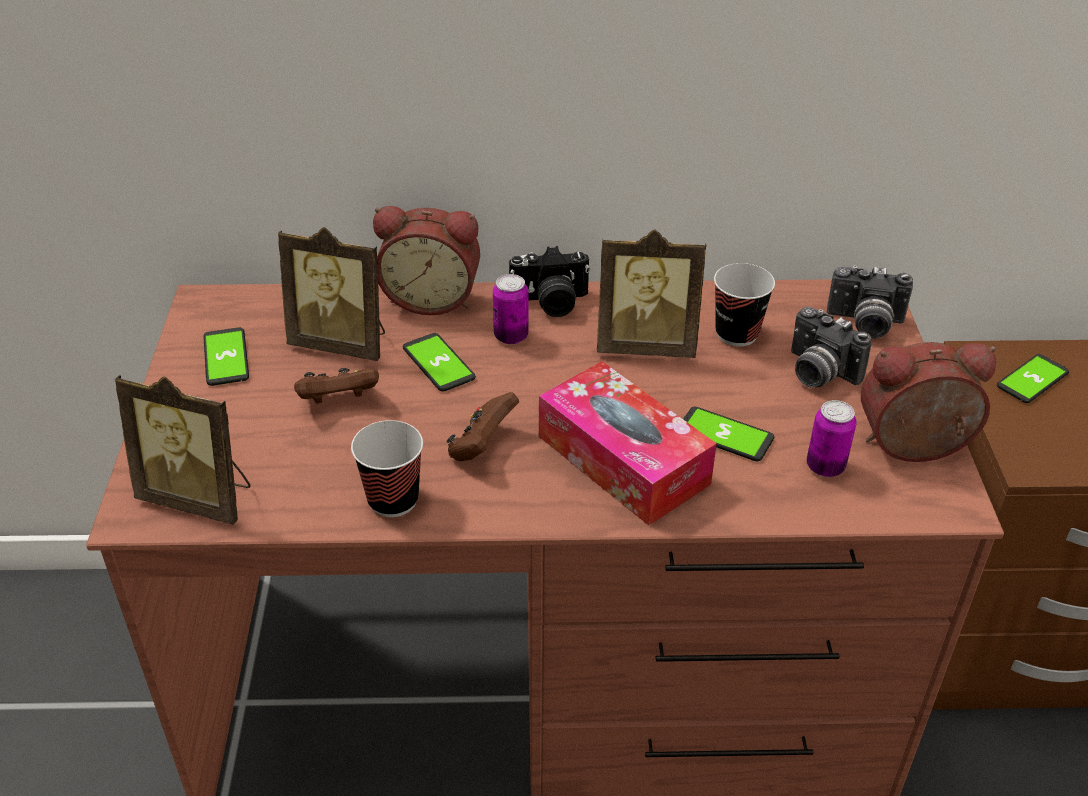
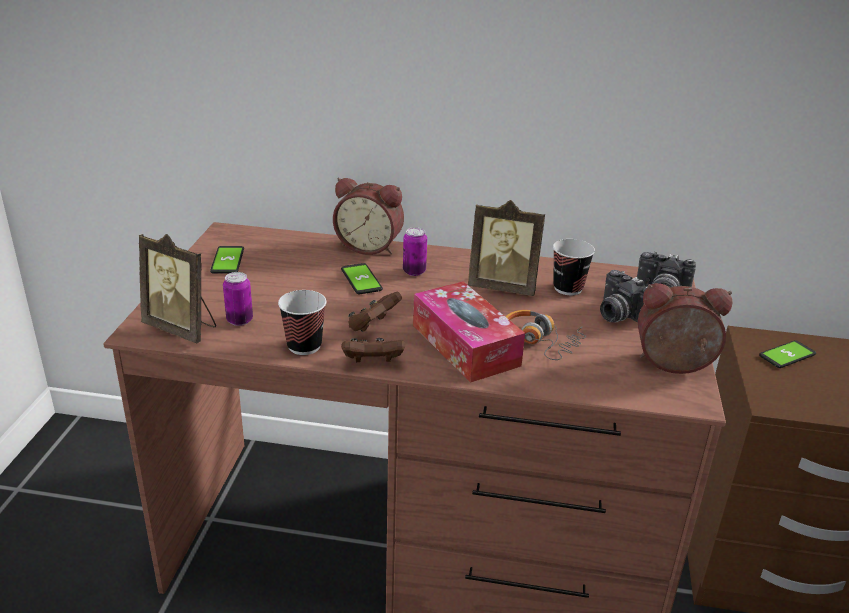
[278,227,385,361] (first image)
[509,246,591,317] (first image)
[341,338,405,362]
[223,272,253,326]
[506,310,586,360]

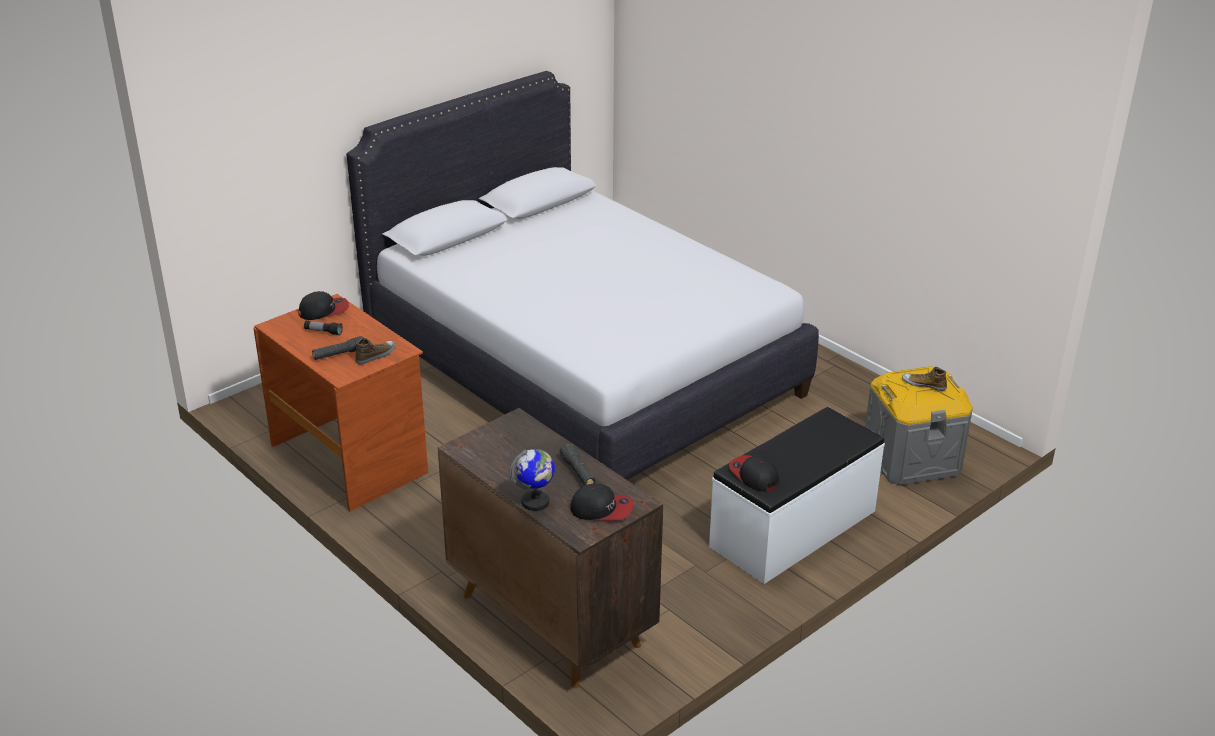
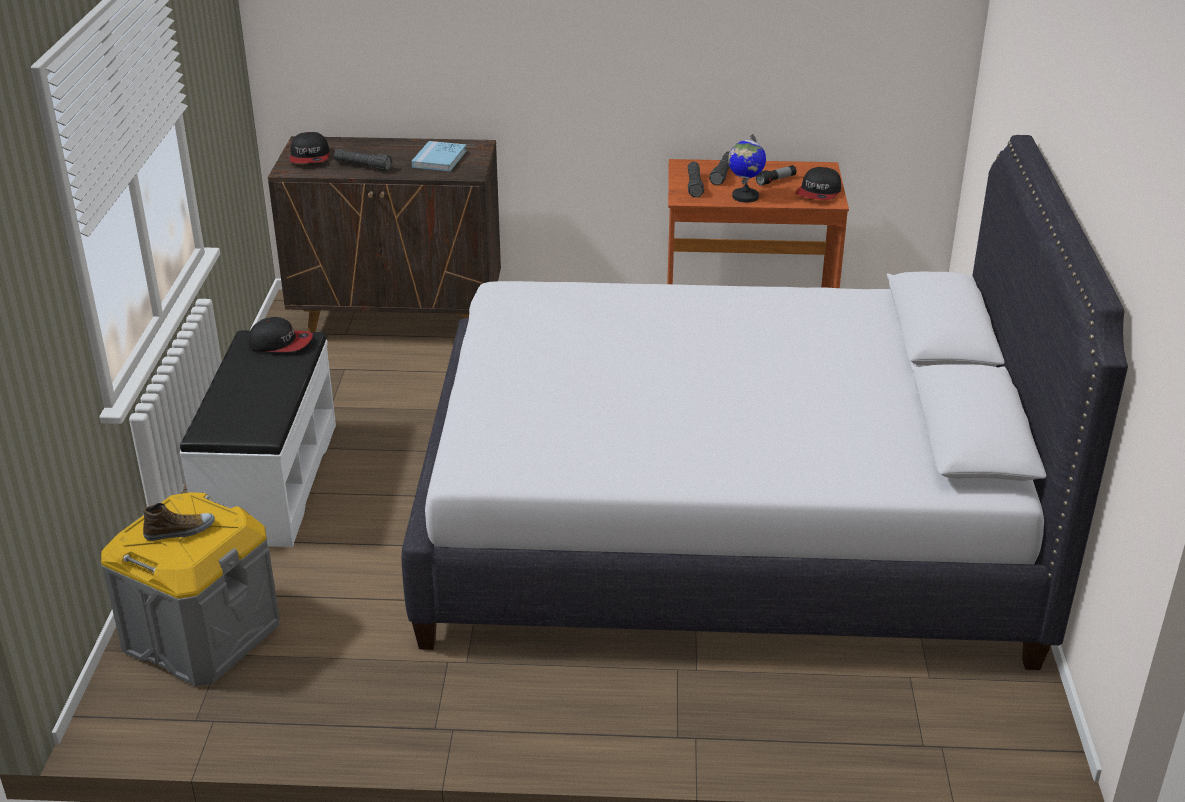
[688,162,704,197]
[728,134,766,203]
[289,132,330,163]
[412,141,467,172]

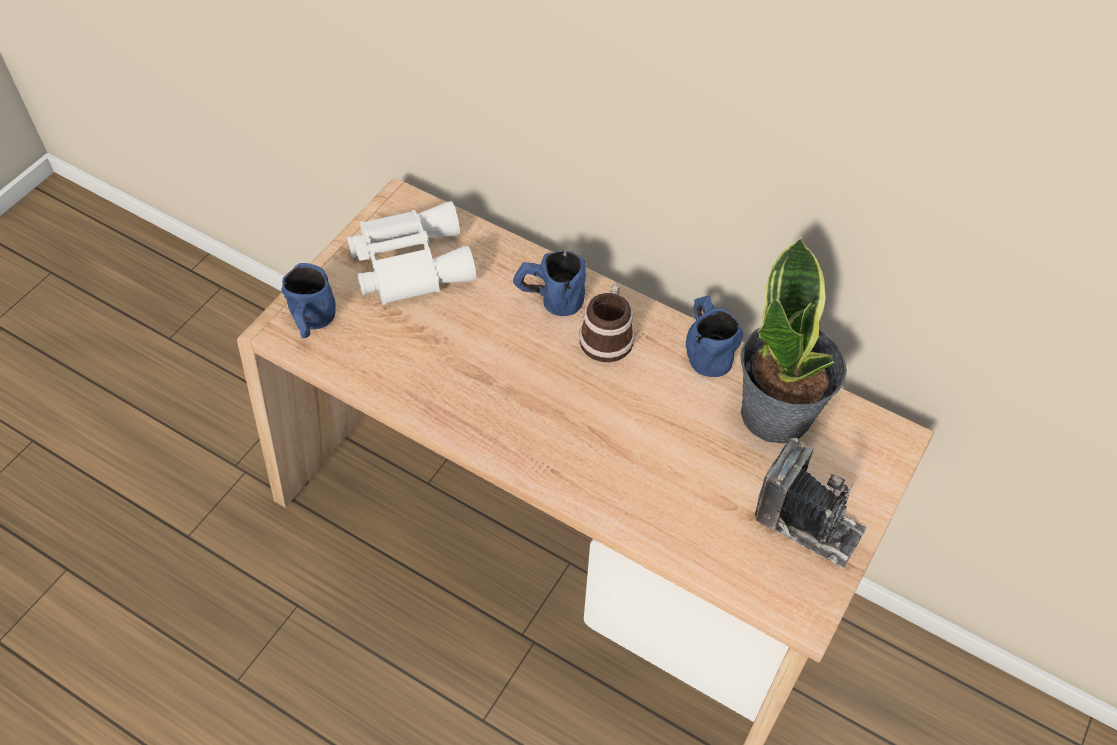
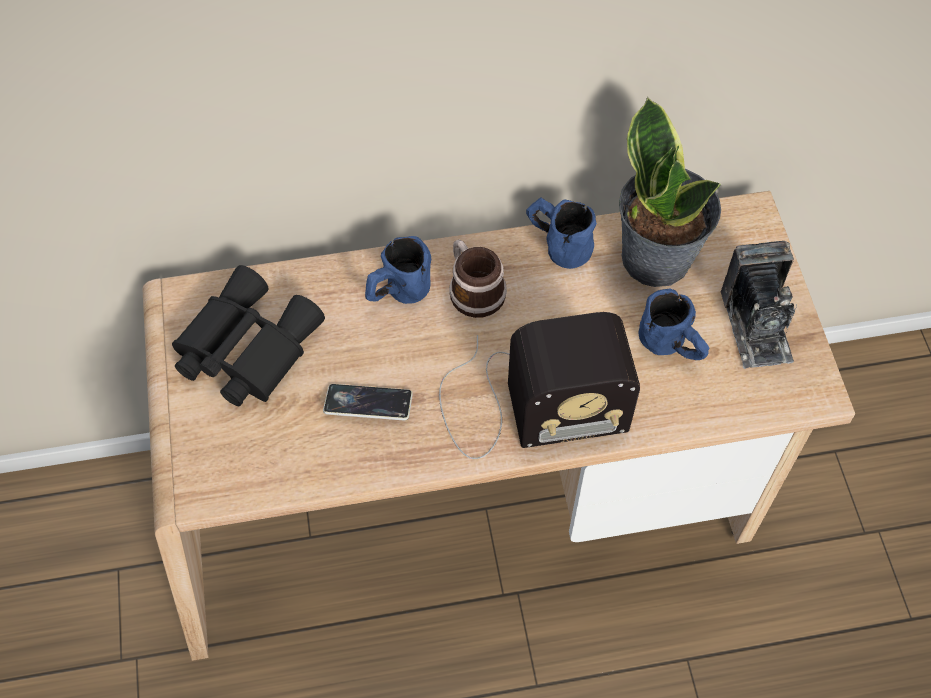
[172,265,325,406]
[639,289,710,360]
[721,241,797,369]
[439,312,640,459]
[323,384,413,420]

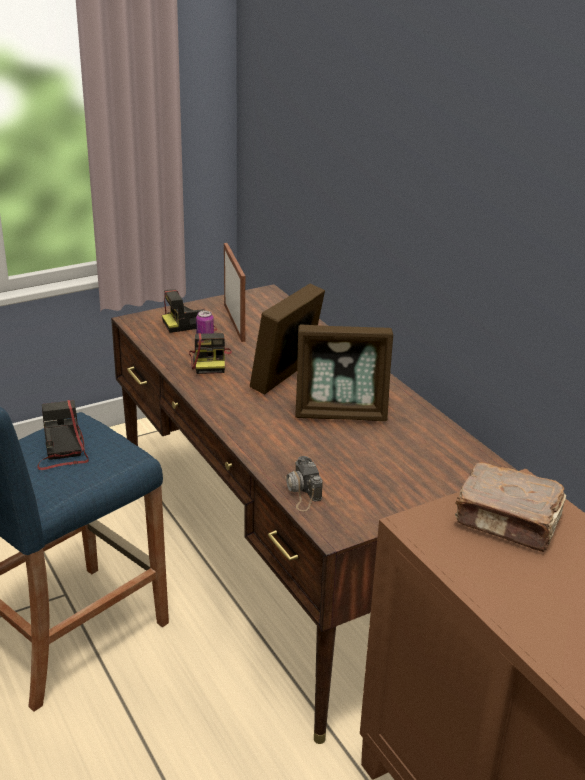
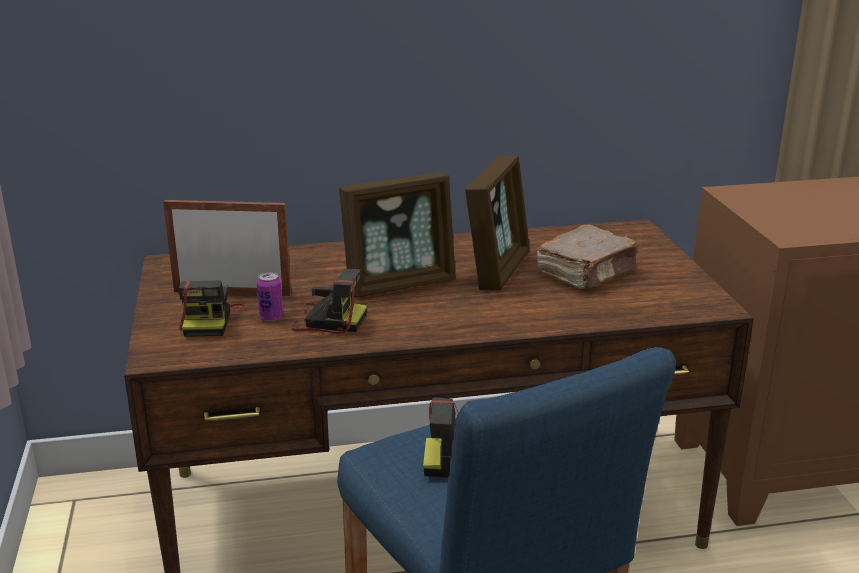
[339,172,456,298]
[286,456,323,511] (first image)
[536,225,637,289]

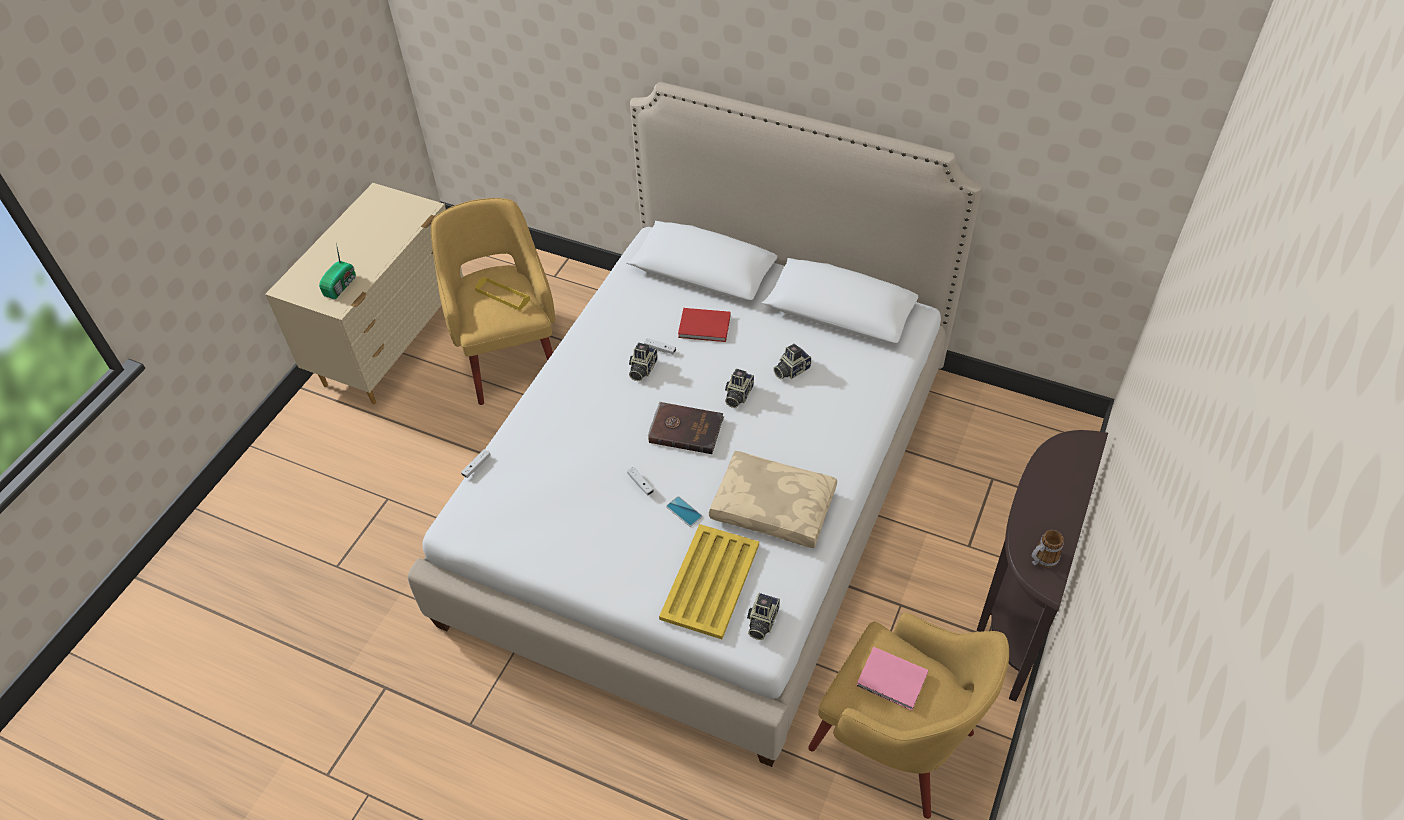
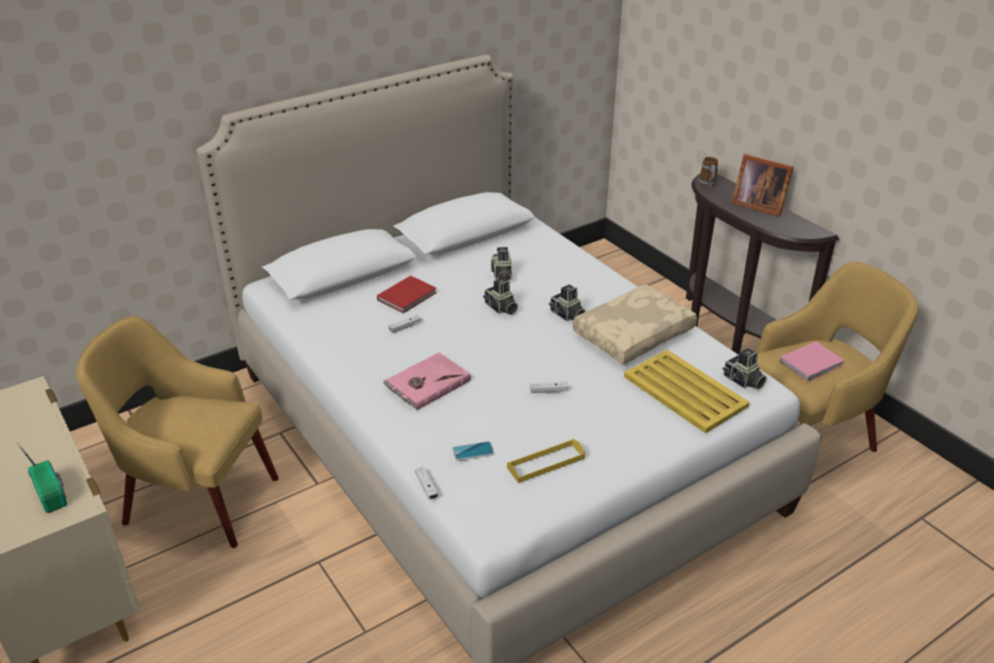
[507,439,585,483]
[549,285,586,321]
[648,402,724,454] (first image)
[452,441,494,461]
[699,157,718,187]
[731,154,794,217]
[383,352,471,410]

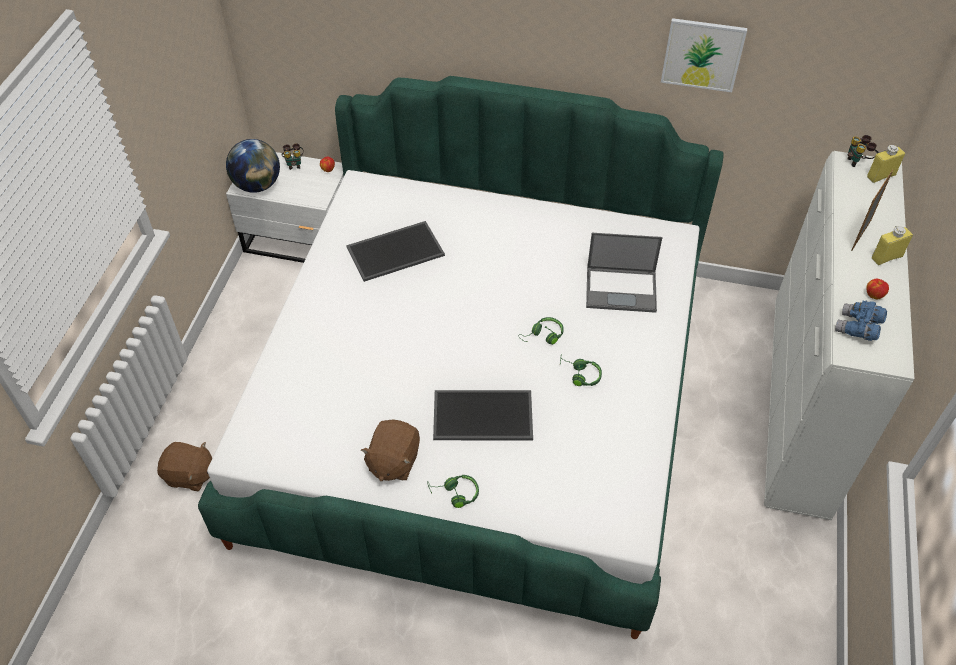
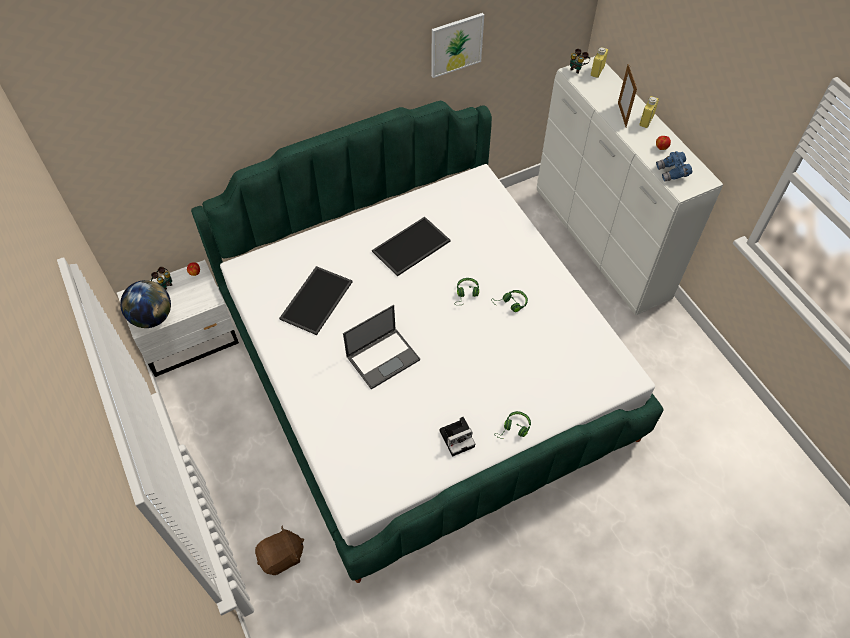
[343,305,420,389]
[372,217,451,277]
[440,417,475,456]

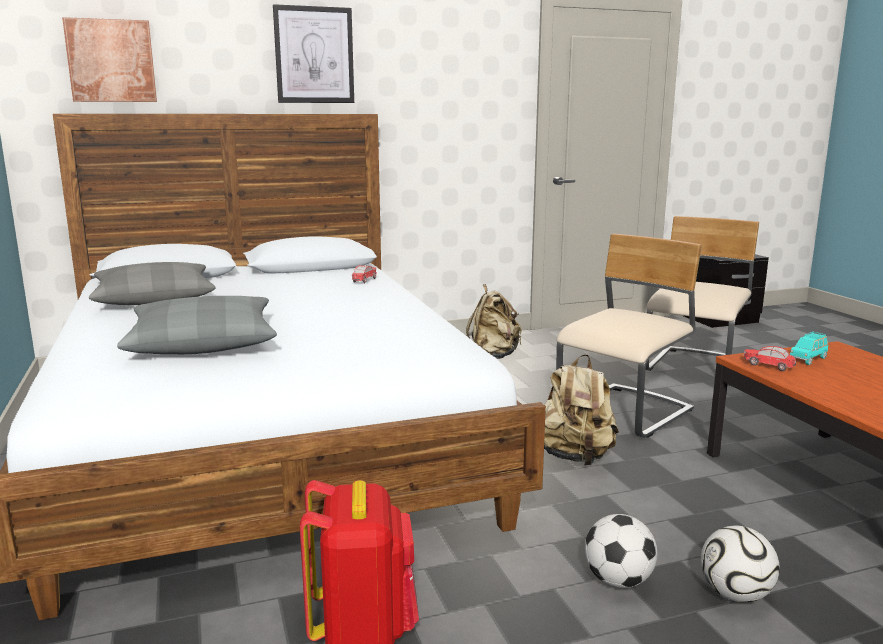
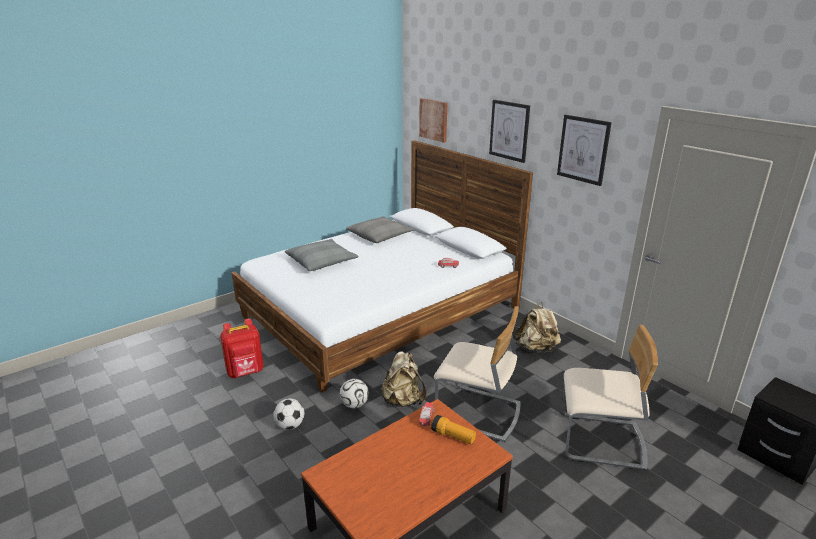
[431,415,476,444]
[340,379,369,408]
[557,115,612,186]

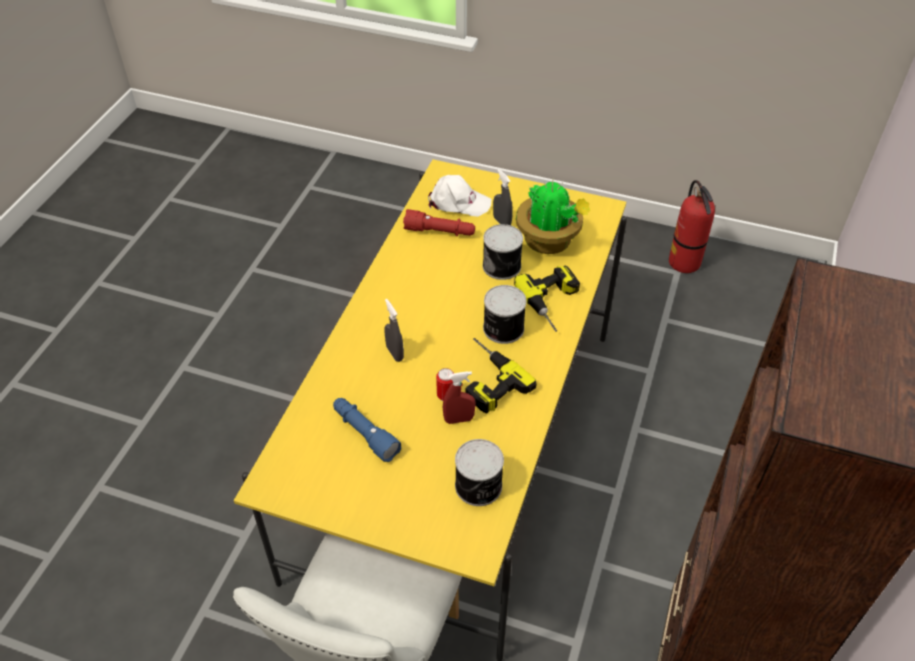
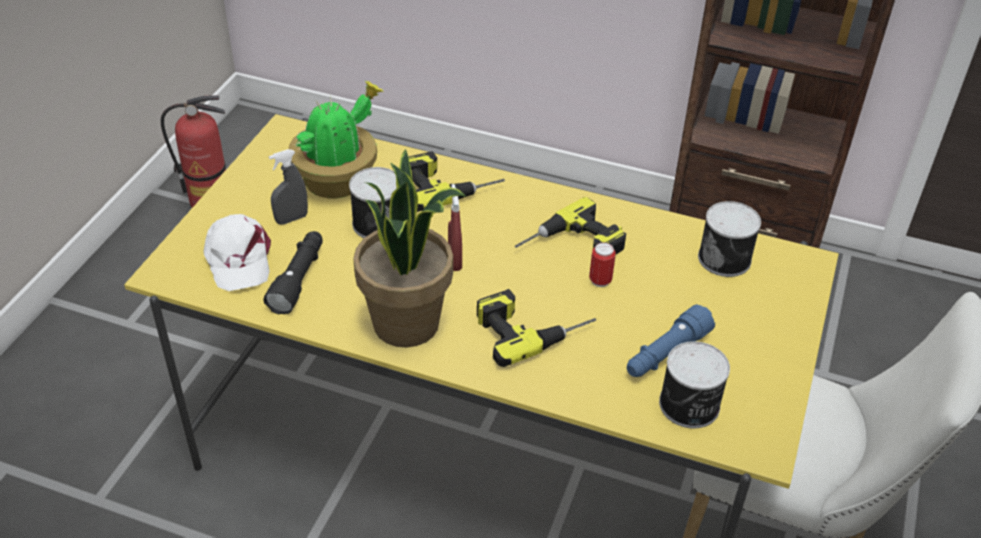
[204,214,271,291]
[263,231,323,314]
[659,341,730,428]
[477,289,596,367]
[448,184,462,271]
[353,149,466,348]

